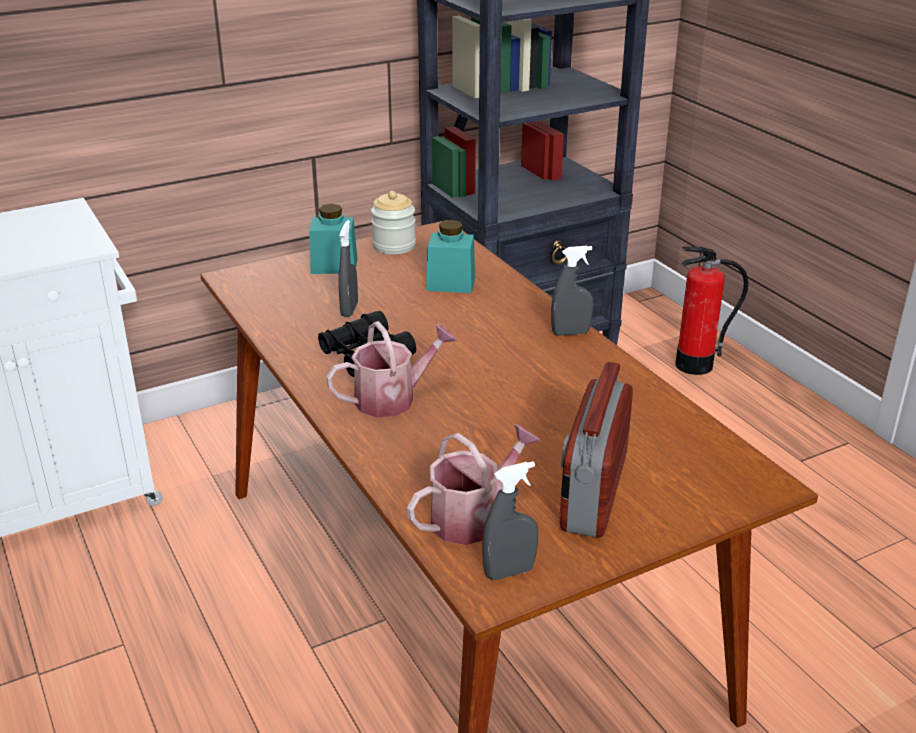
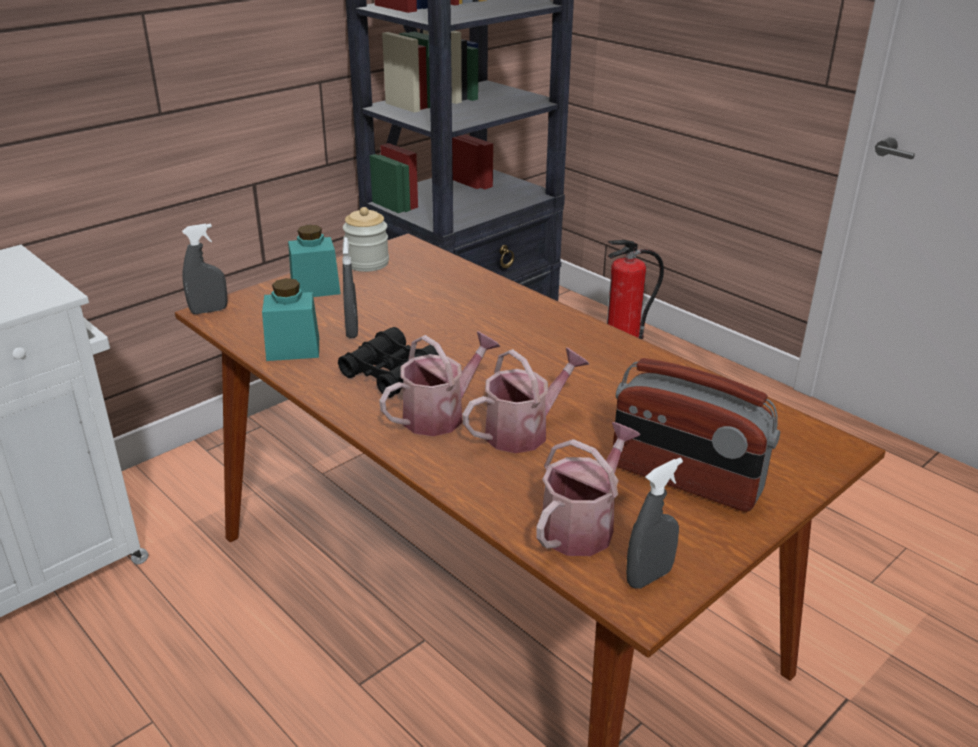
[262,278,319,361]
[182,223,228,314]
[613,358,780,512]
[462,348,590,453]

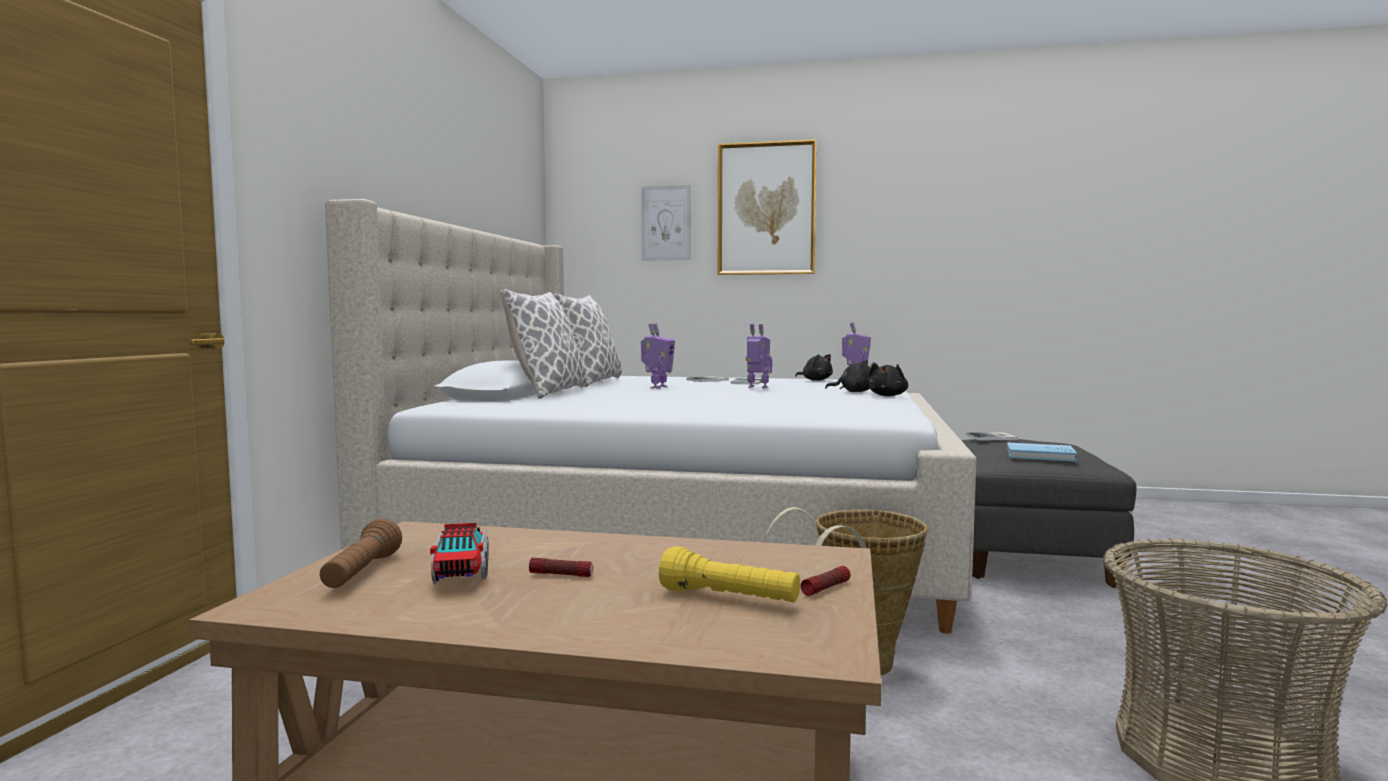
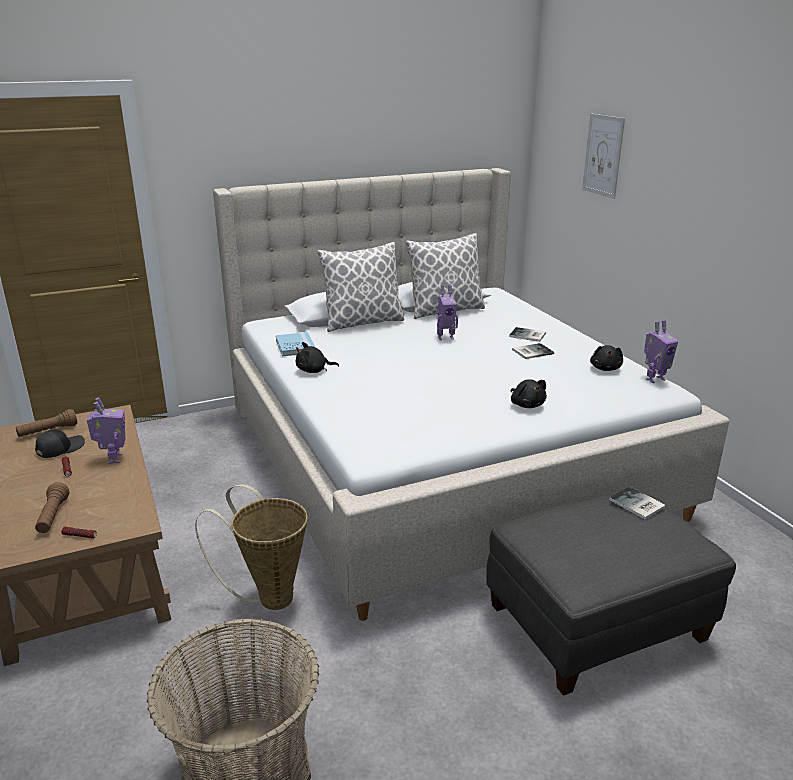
[718,139,817,275] (first image)
[87,397,125,464]
[296,342,339,373]
[276,332,315,357]
[35,430,85,458]
[35,482,69,533]

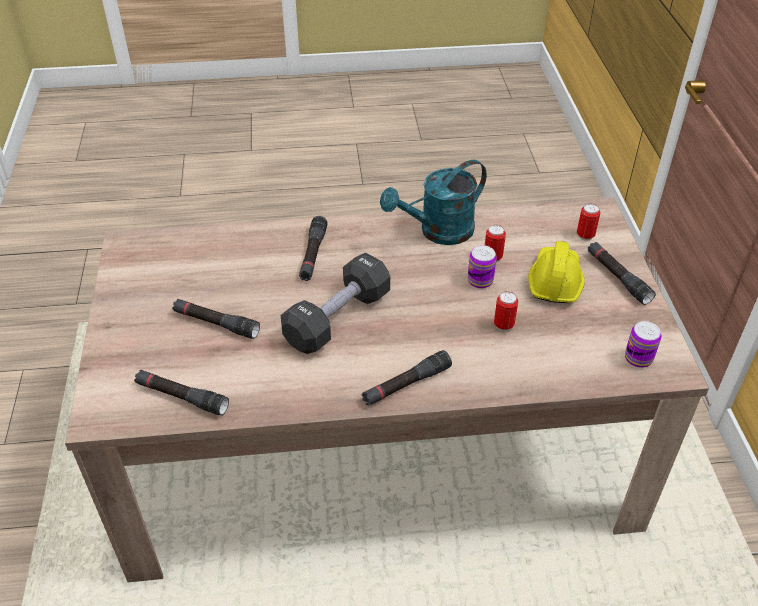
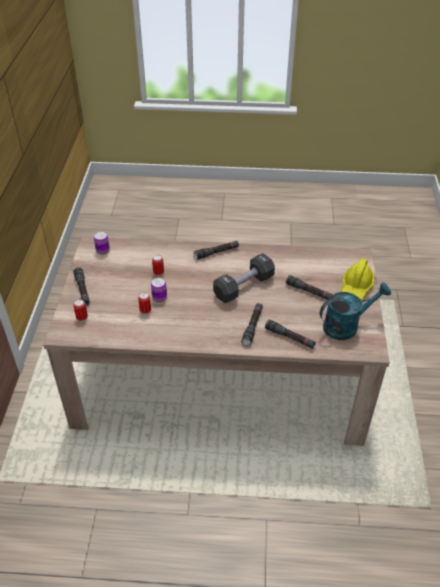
[320,283,391,340]
[342,258,374,300]
[265,320,316,349]

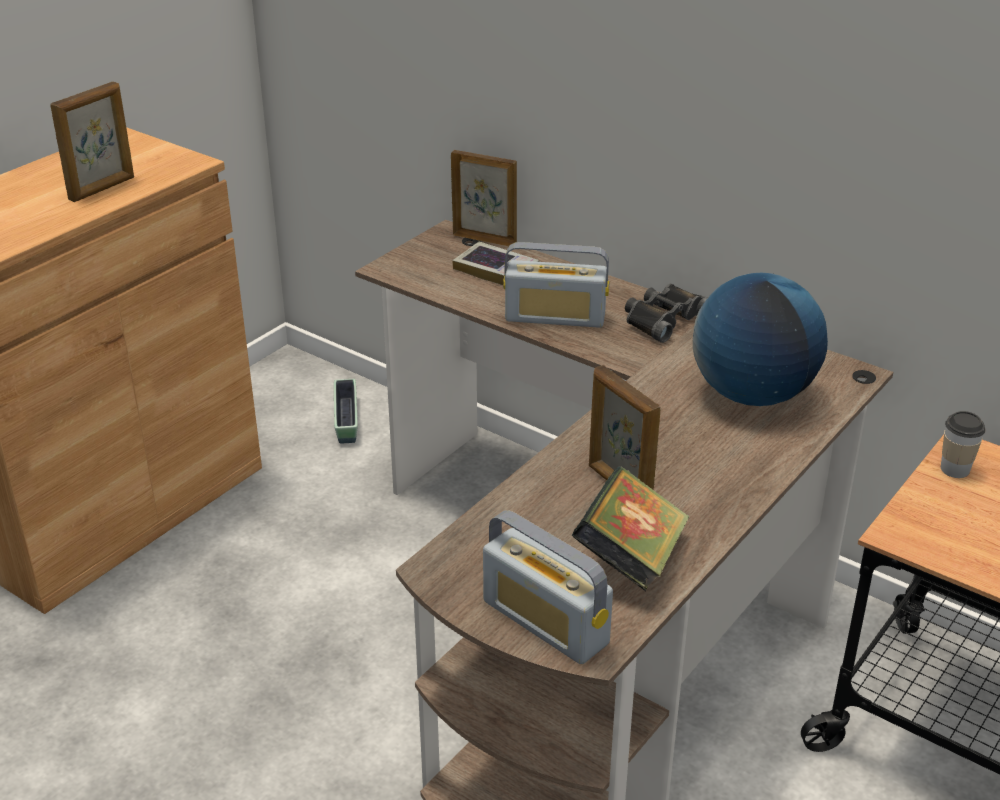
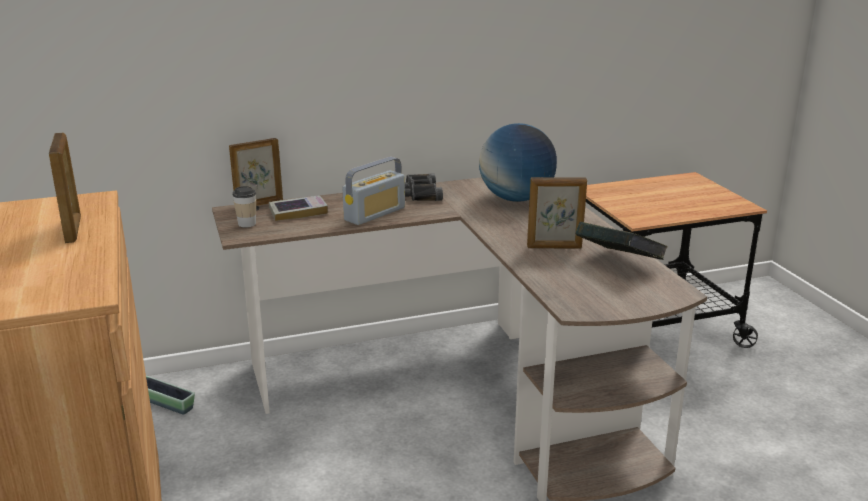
[232,186,256,228]
[483,510,613,664] (first image)

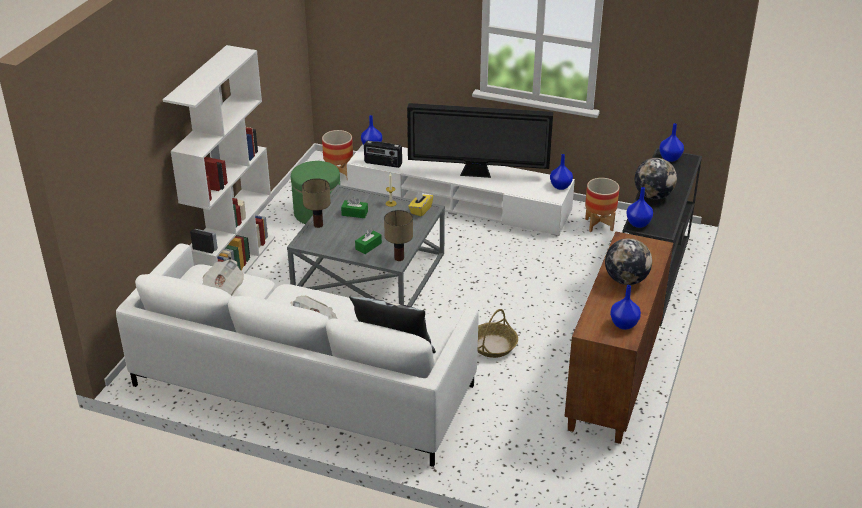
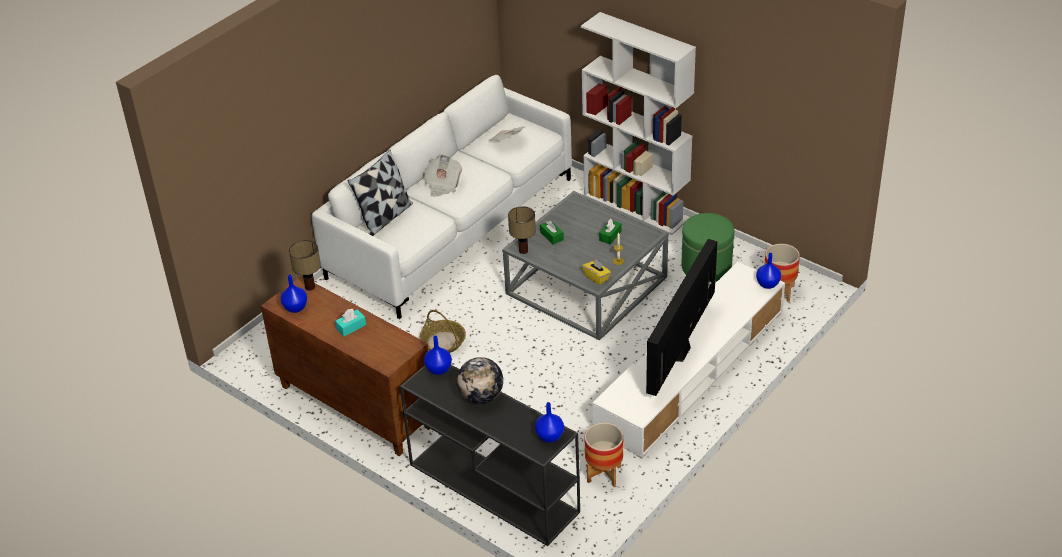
[364,141,402,168] (first image)
[550,154,573,190] (first image)
[289,240,321,291]
[335,309,366,336]

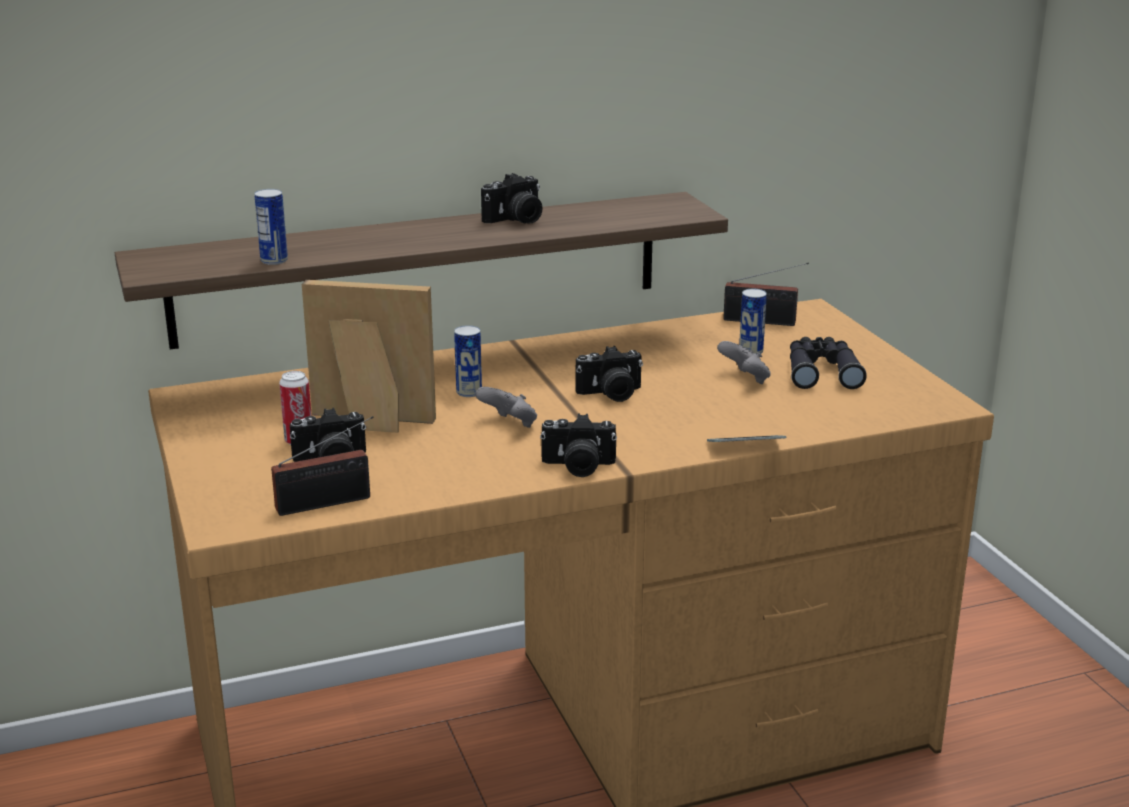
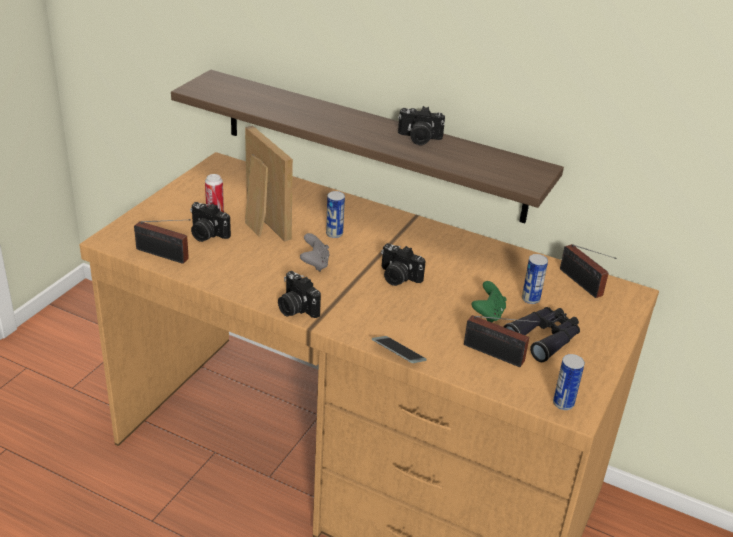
[553,354,585,410]
[472,281,507,322]
[464,315,540,367]

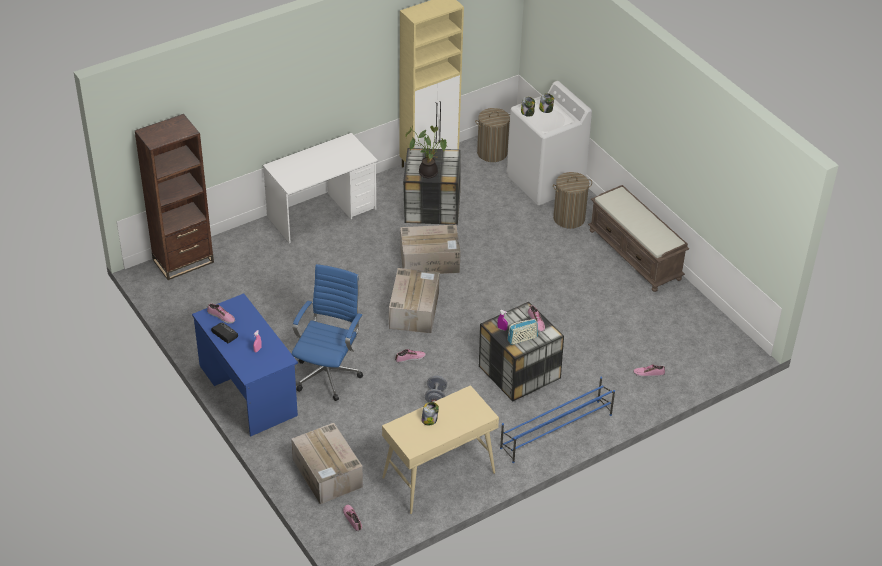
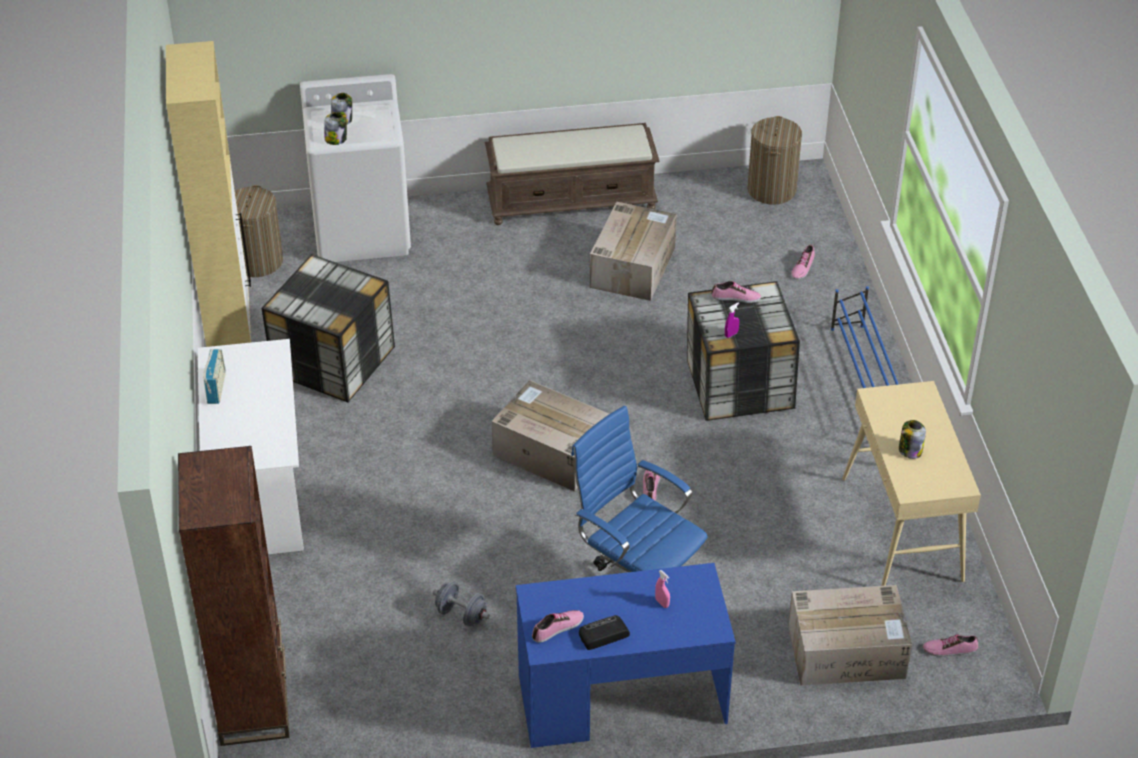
[405,126,447,178] (first image)
[748,116,802,205]
[590,202,677,301]
[203,349,226,404]
[433,581,490,627]

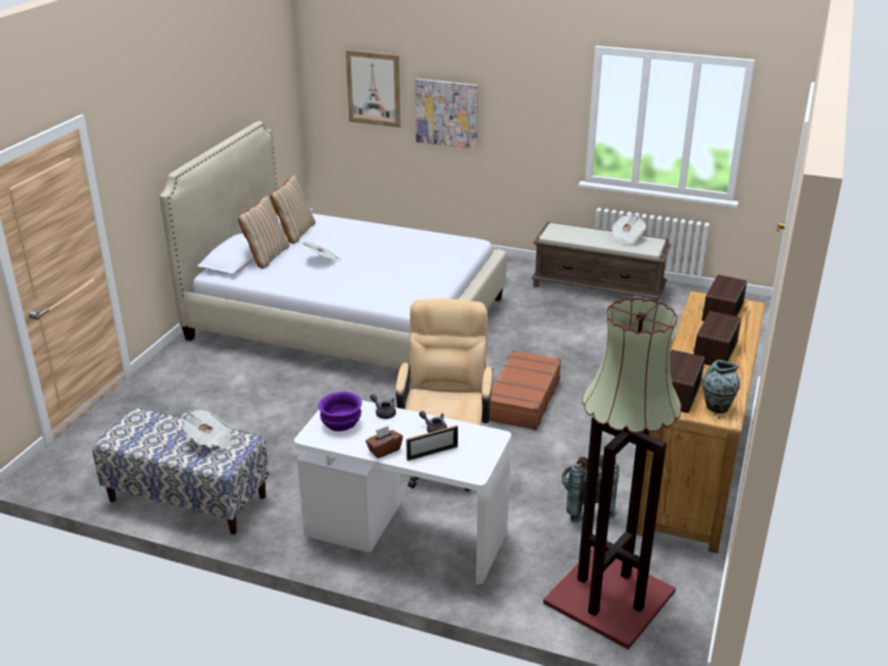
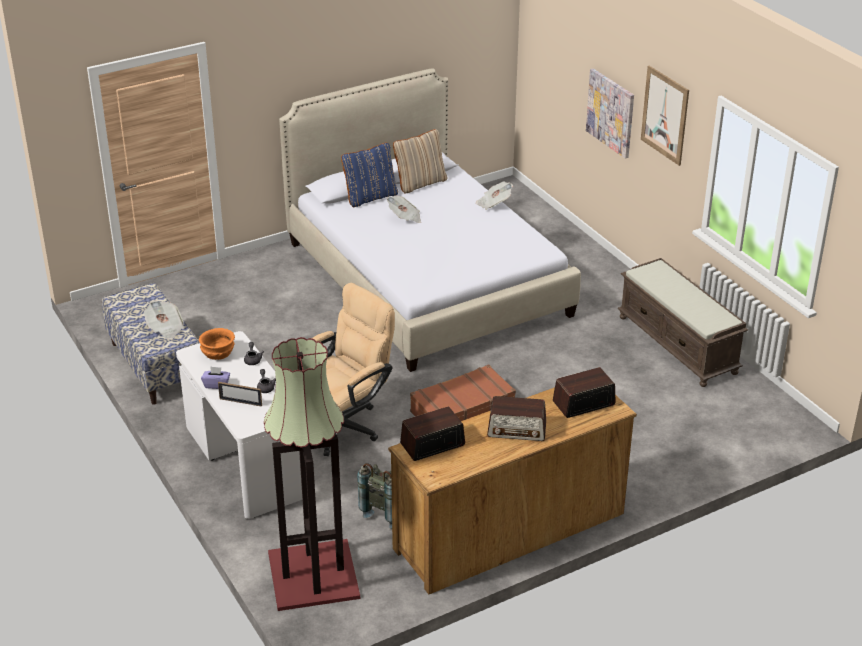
[641,66,689,166]
[341,142,398,207]
[476,182,513,210]
[487,396,546,441]
[702,360,740,413] (first image)
[199,328,235,360]
[201,366,230,389]

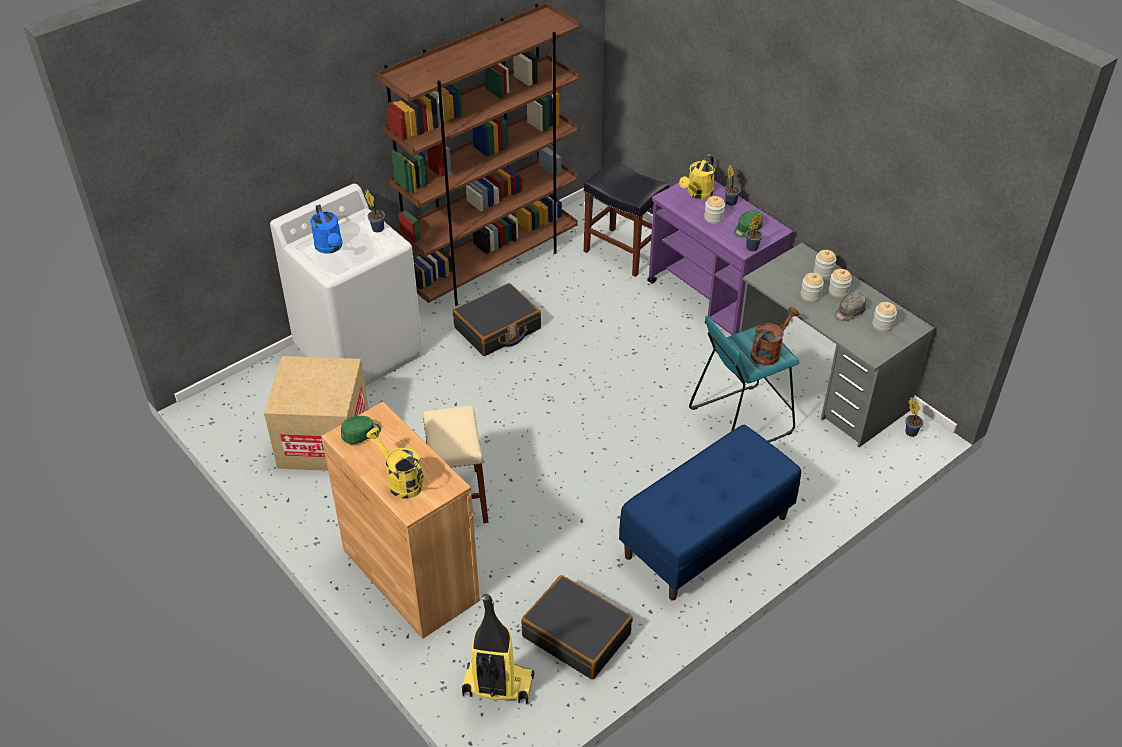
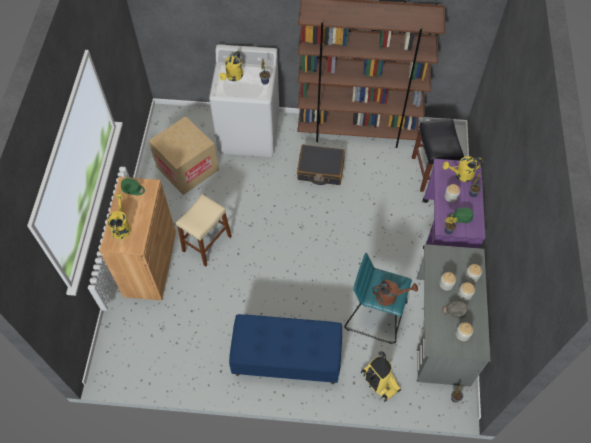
[220,51,243,81]
[521,575,633,679] (first image)
[361,351,401,402]

